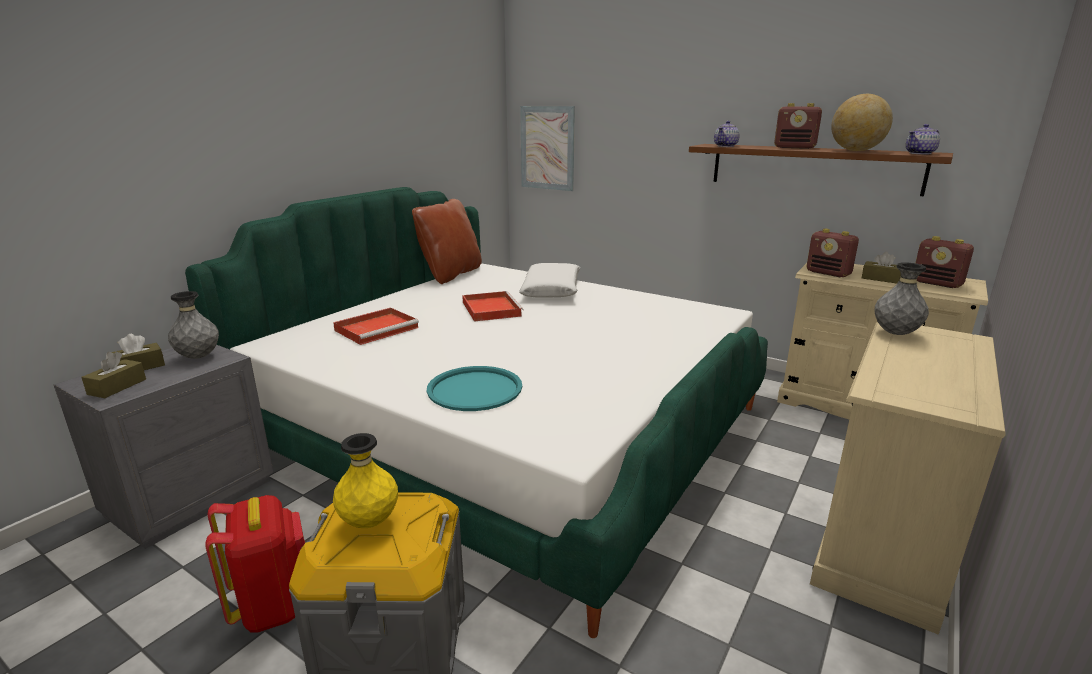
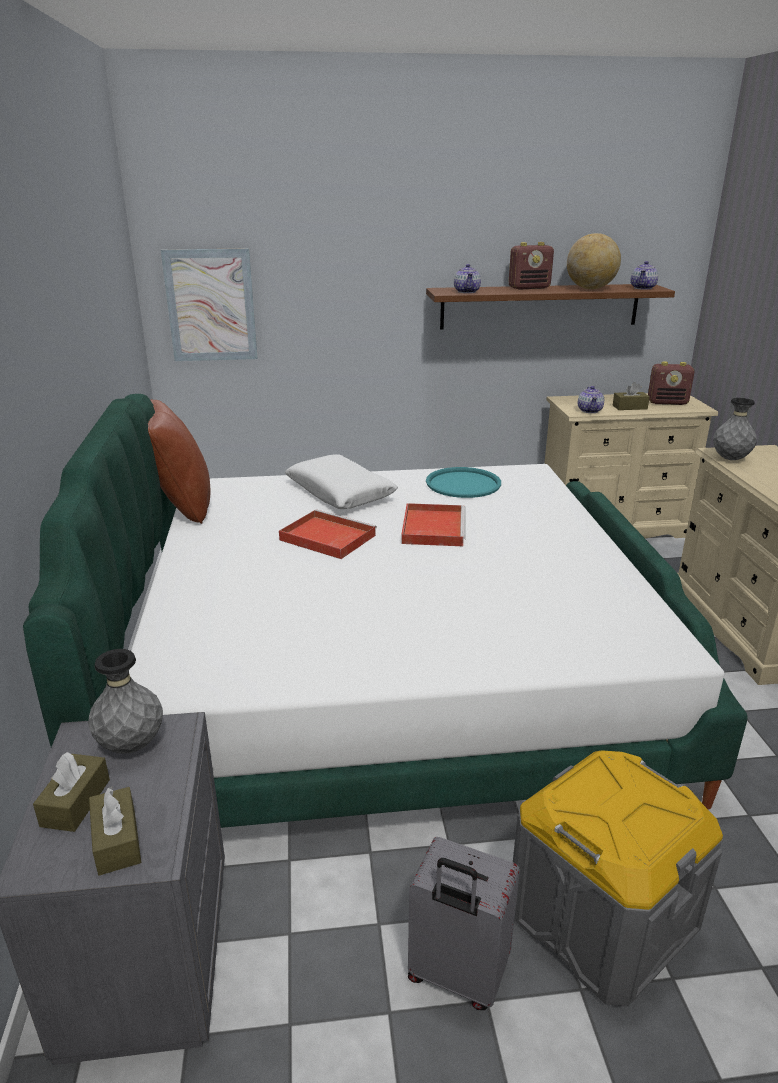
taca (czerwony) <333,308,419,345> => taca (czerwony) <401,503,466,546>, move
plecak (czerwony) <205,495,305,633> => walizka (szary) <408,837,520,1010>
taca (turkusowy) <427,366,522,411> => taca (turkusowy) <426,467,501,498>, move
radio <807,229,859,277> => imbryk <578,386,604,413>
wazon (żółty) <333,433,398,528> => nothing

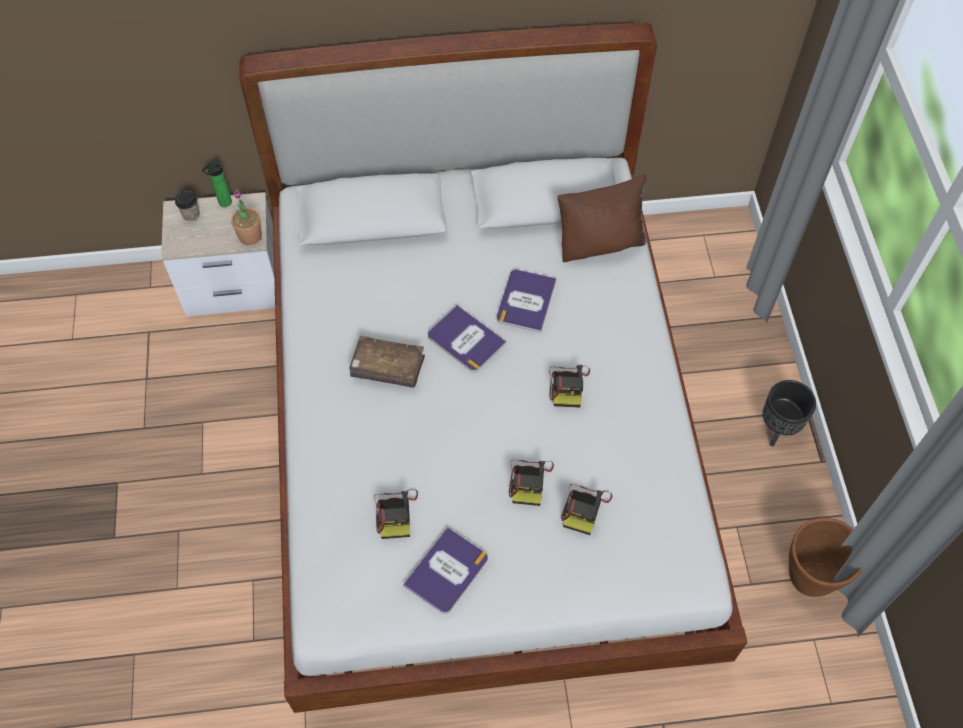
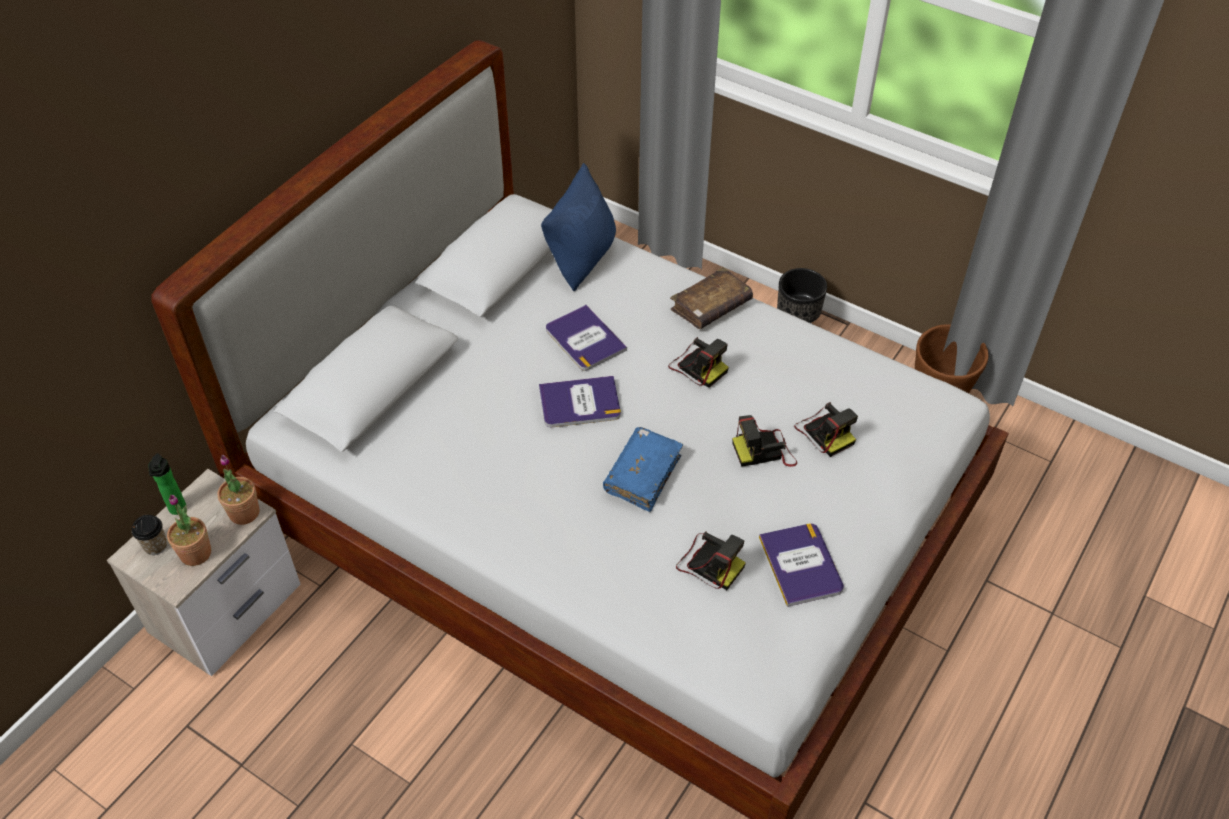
nothing => roślina doniczkowa <167,494,211,566>
poduszka (brązowy) <557,174,647,262> => poduszka (niebieski) <541,163,616,291>
nothing => książka (niebieski) <603,427,683,512>
książka (brązowy) <349,336,425,388> => książka (brązowy) <670,267,753,329>, move
aparat fotograficzny <509,460,554,506> => aparat fotograficzny <732,415,797,467>, 120 degrees clockwise

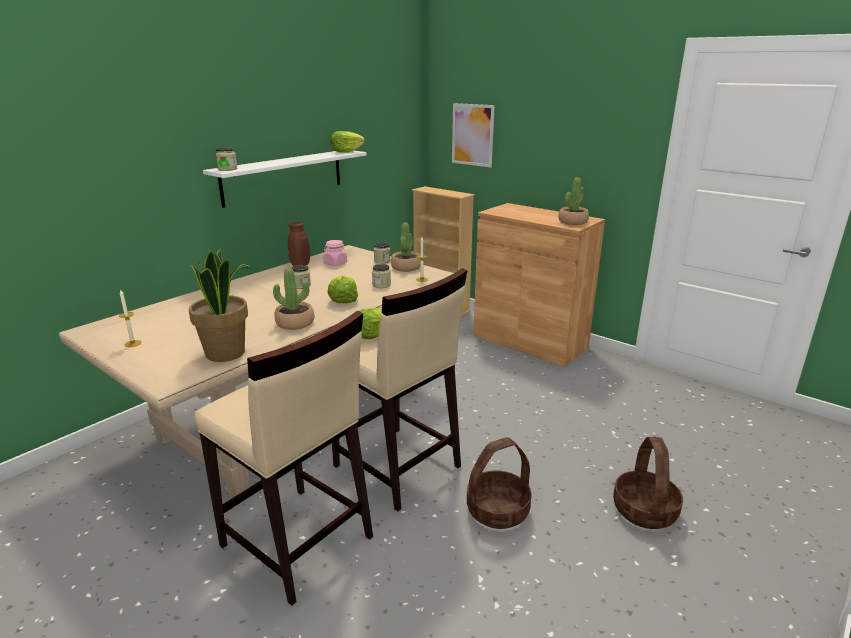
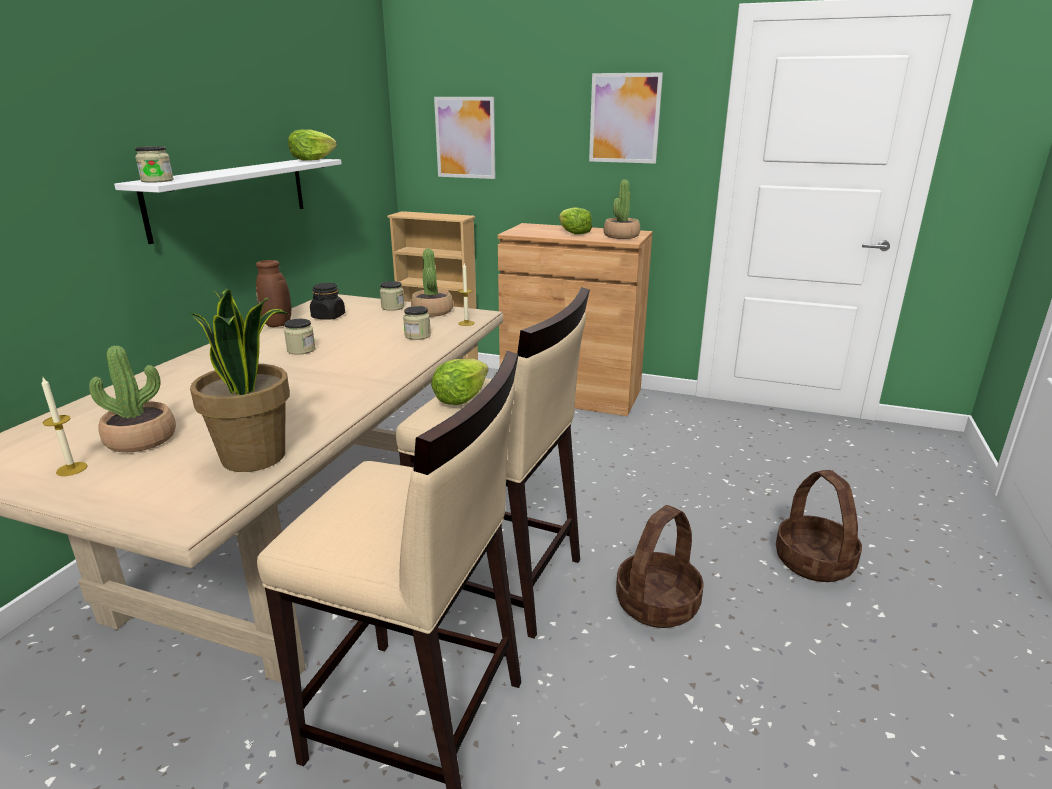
roślina doniczkowa <273,268,314,330> => roślina doniczkowa <89,346,176,452>, move
słoik (różowy) <323,240,347,266> => słoik (czarny) <310,283,345,320>
sałata <327,275,358,303> => sałata <559,207,592,235>, move
nothing => obraz <589,73,663,164>

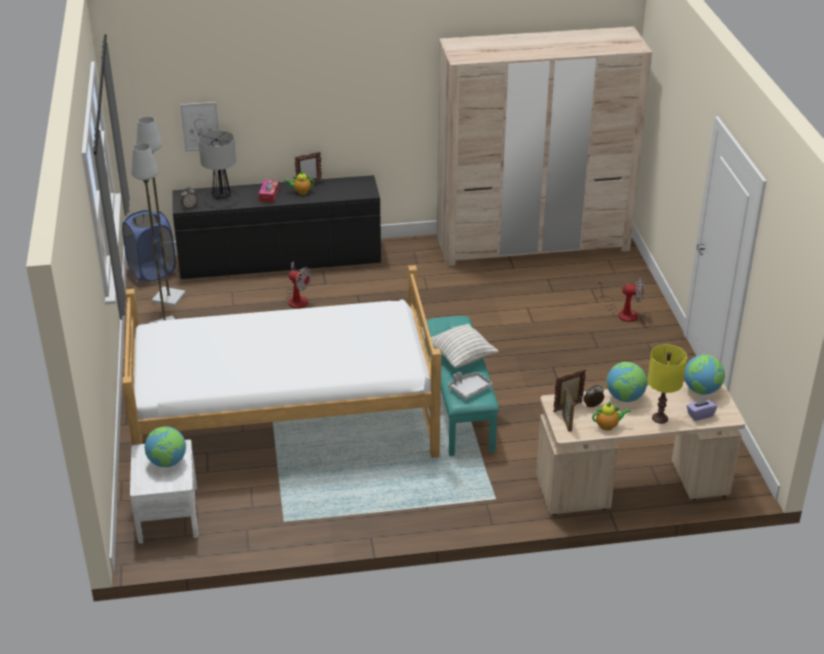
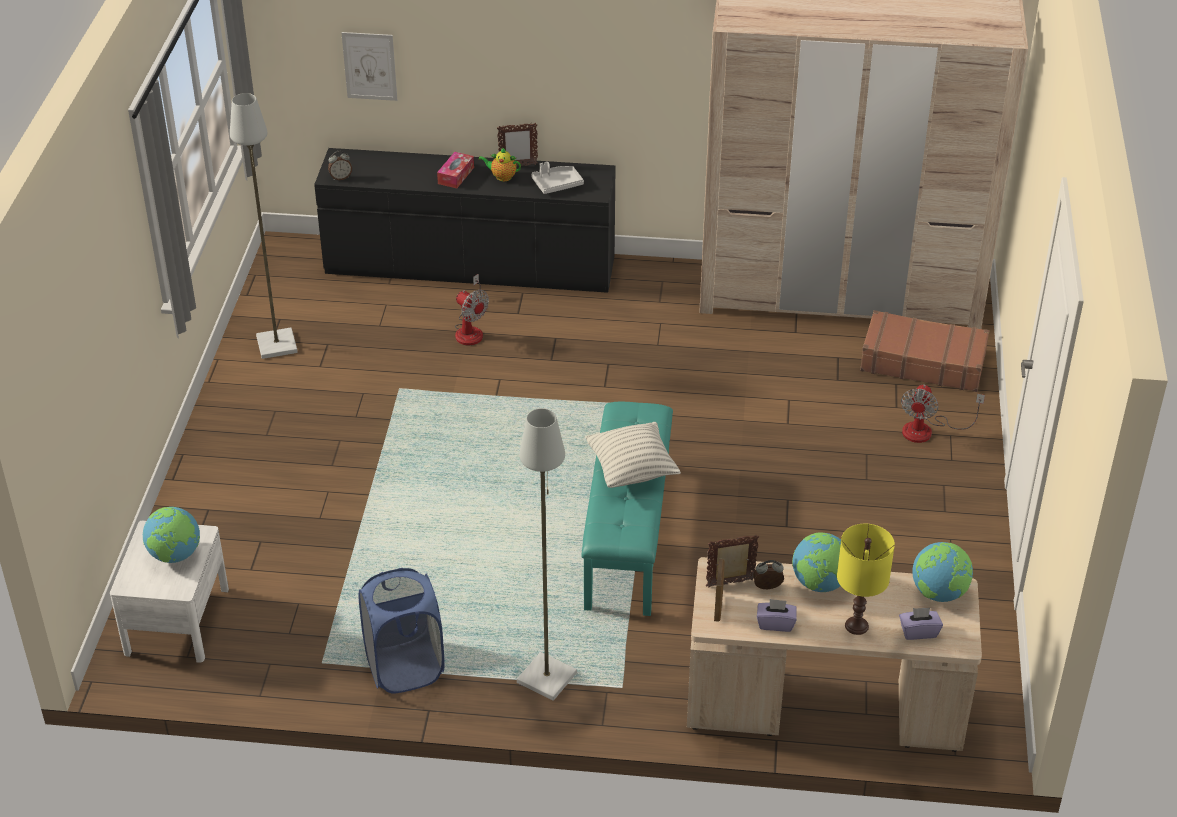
kosz na pranie (niebieski) <122,210,176,282> => kosz na pranie (niebieski) <359,568,445,694>, move
lampa stojąca (szary) <136,116,186,307> => lampa stojąca (szary) <517,408,577,701>, move
taca (szary) <448,372,492,400> => taca (szary) <531,162,584,194>, move
imbryk <592,402,631,431> => pudełko chusteczek (fioletowy) <757,599,797,632>
nothing => walizka (brązowy) <860,310,990,392>
wentylator <598,278,644,322> => wentylator <901,384,985,443>, 90 degrees clockwise
łóżko <122,265,441,458> => nothing
lampa stołowa <198,130,236,199> => nothing

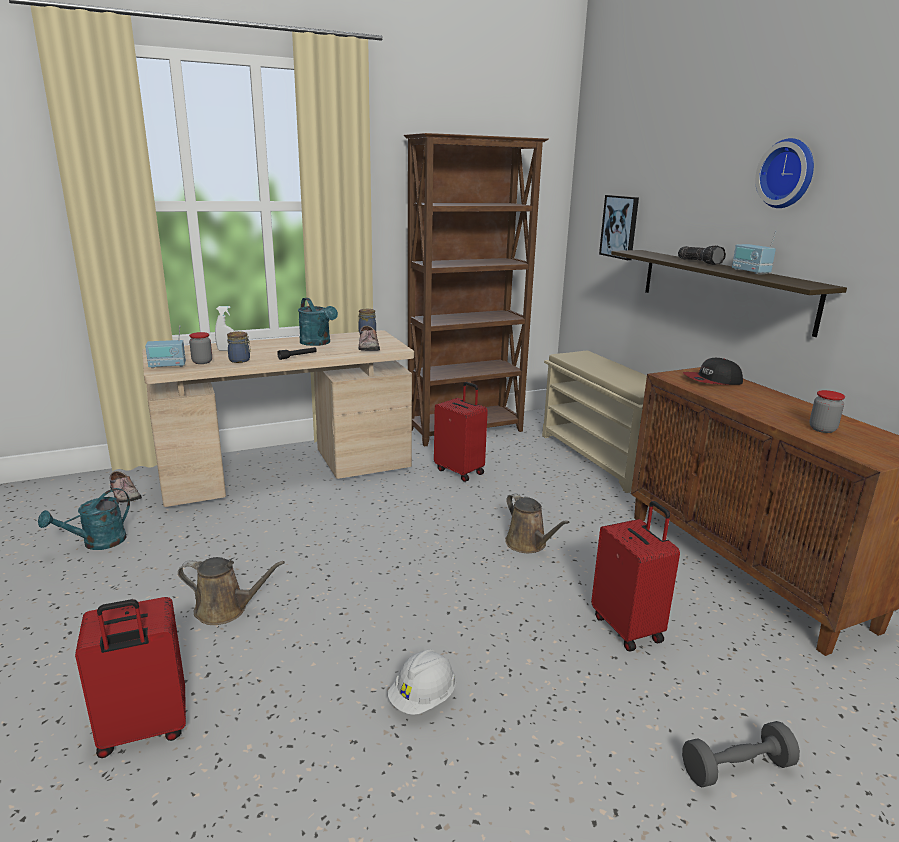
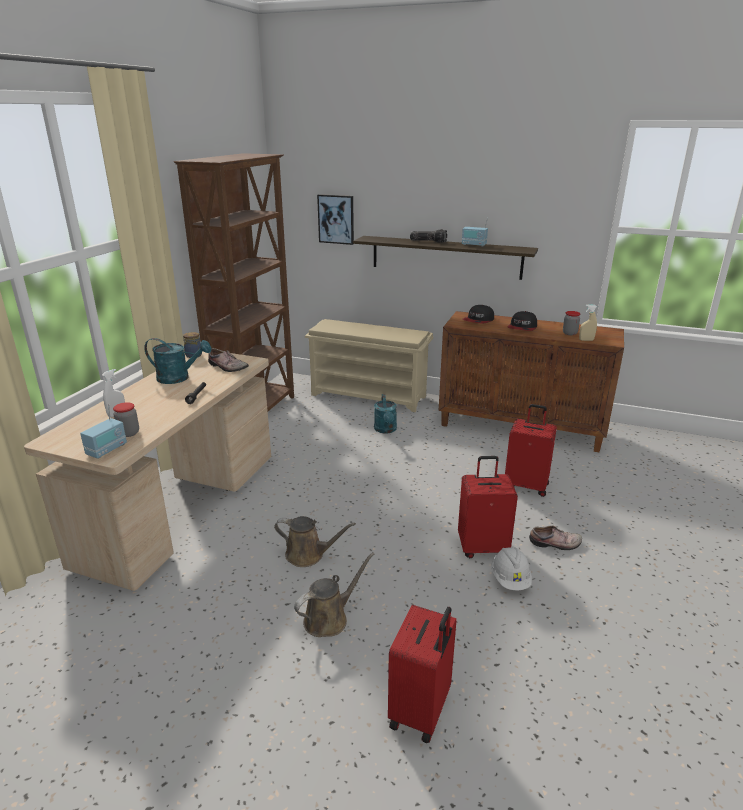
konewka (brązowy) <505,493,570,553> => konewka (brązowy) <274,516,356,567>, move
konewka (turkusowy) <38,488,130,550> => konewka (turkusowy) <374,394,397,434>, move
walizka (czerwony) <434,382,488,482> => walizka (czerwony) <458,456,518,558>, move
nothing => czapka z daszkiem <508,311,537,331>
but <110,471,142,503> => but <529,525,582,550>, move
nothing => spryskiwacz (beżowy) <579,305,597,341>
słoik <227,331,251,363> => nothing
hantel (szary) <682,721,800,787> => nothing
zegar ścienny <755,138,814,208> => nothing

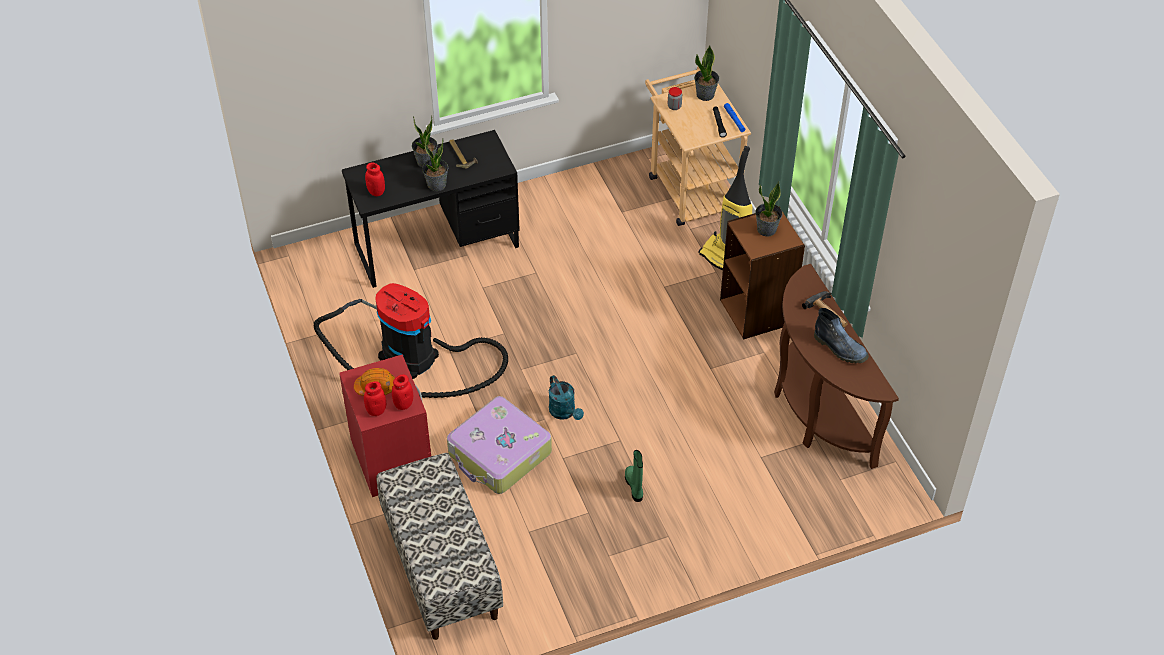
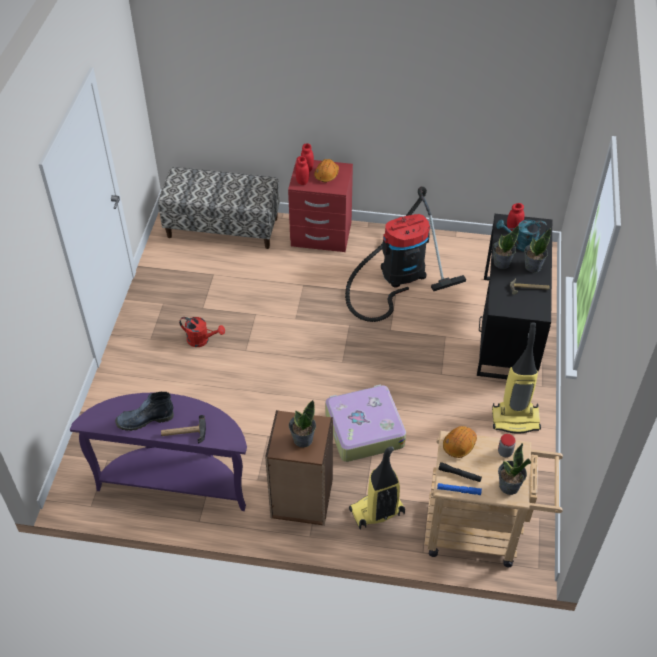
stolik konsolowy (brązowy) <774,264,899,469> => stolik konsolowy (fioletowy) <70,393,247,511>
but z cholewką (zielony) <625,450,643,502> => konewka (czerwony) <179,317,225,347>
walizka <447,396,552,494> => walizka <325,384,406,462>, move
nothing => kask (pomarańczowy) <443,426,477,458>
nothing => odkurzacz <492,323,541,434>
konewka (turkusowy) <549,375,584,420> => konewka (turkusowy) <496,219,547,252>, move

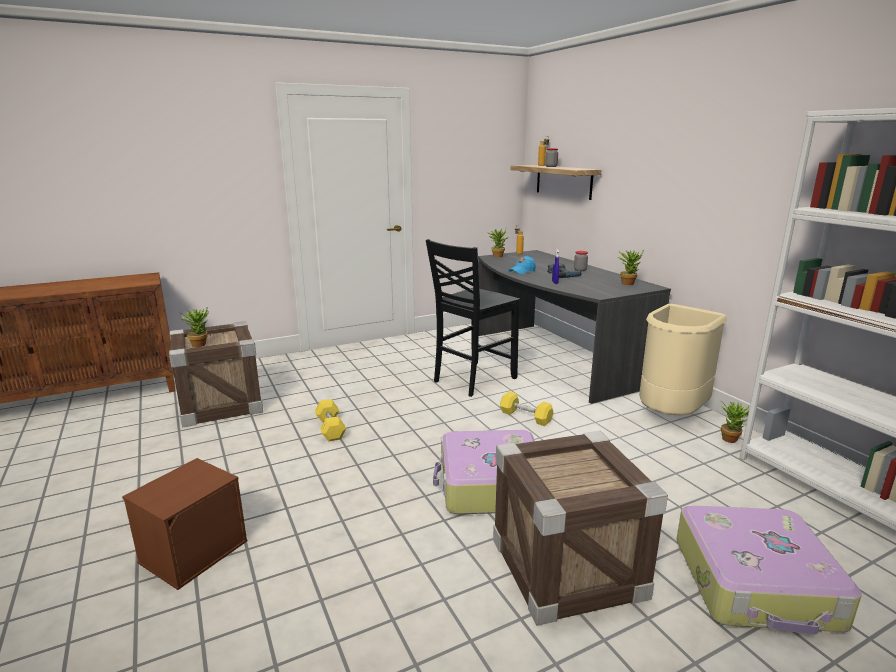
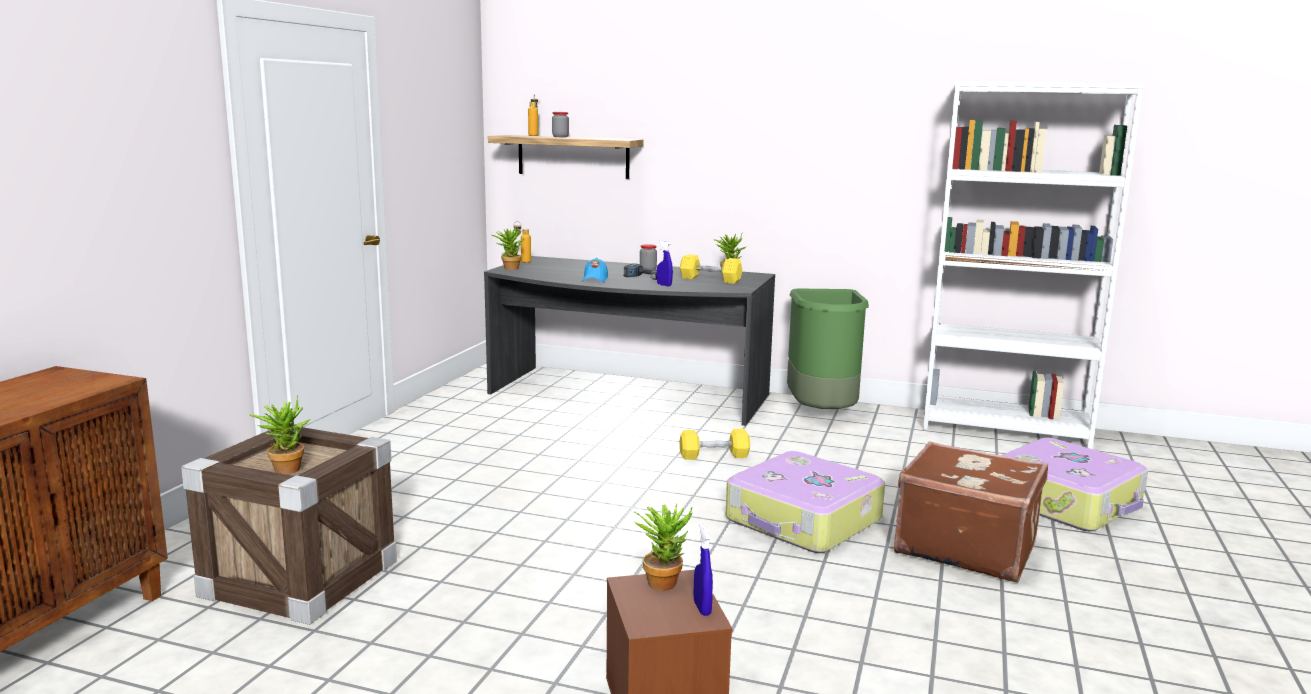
roślina doniczkowa <721,401,749,443> => roślina doniczkowa <634,504,692,591>, move
hantel (żółty) <315,399,346,441> => hantel (żółty) <680,254,742,284>, move
nothing => spryskiwacz (niebieski) <694,524,713,616>
kosz na śmieci (beżowy) <639,304,727,416> => kosz na śmieci (zielony) <787,289,869,409>
skrzynka <493,431,668,626> => walizka (brązowy) <894,441,1048,582>
krzesło (czarny) <426,239,520,397> => nothing

